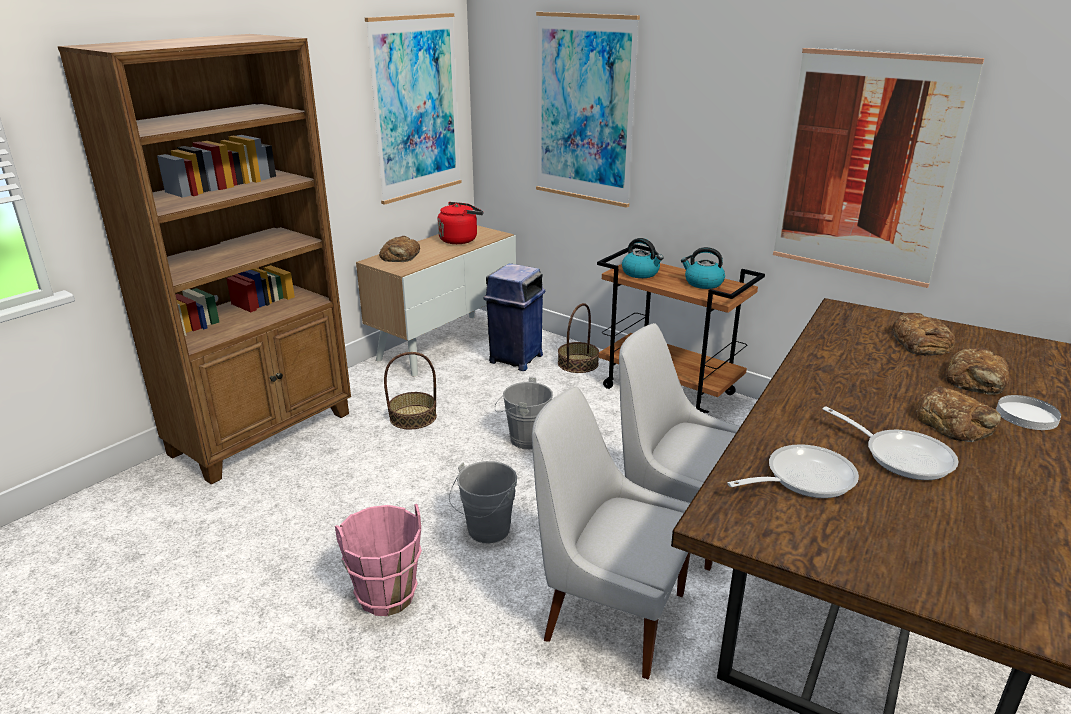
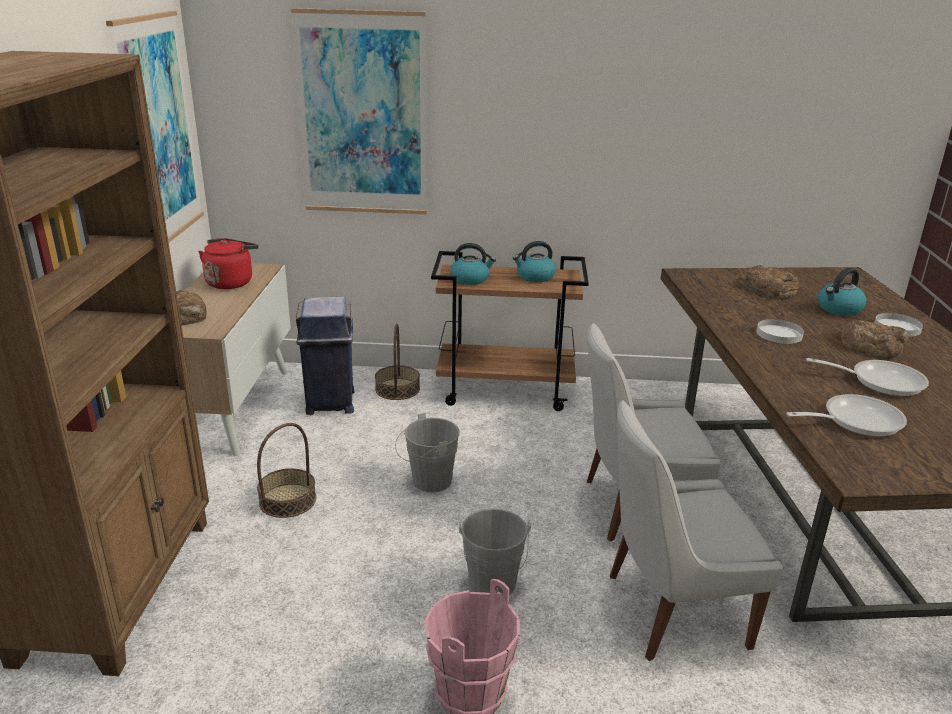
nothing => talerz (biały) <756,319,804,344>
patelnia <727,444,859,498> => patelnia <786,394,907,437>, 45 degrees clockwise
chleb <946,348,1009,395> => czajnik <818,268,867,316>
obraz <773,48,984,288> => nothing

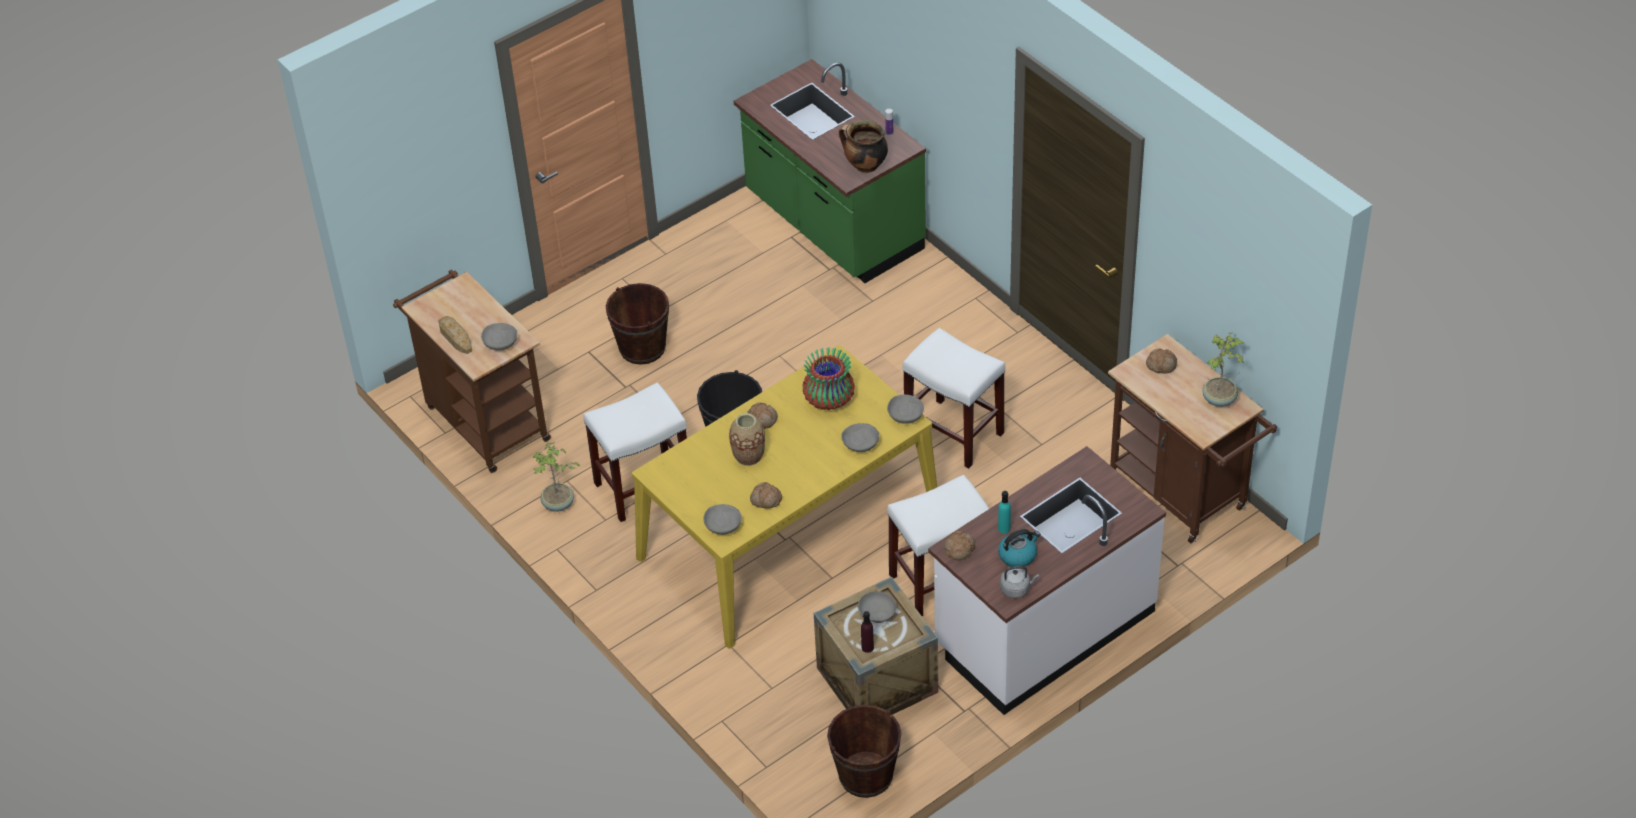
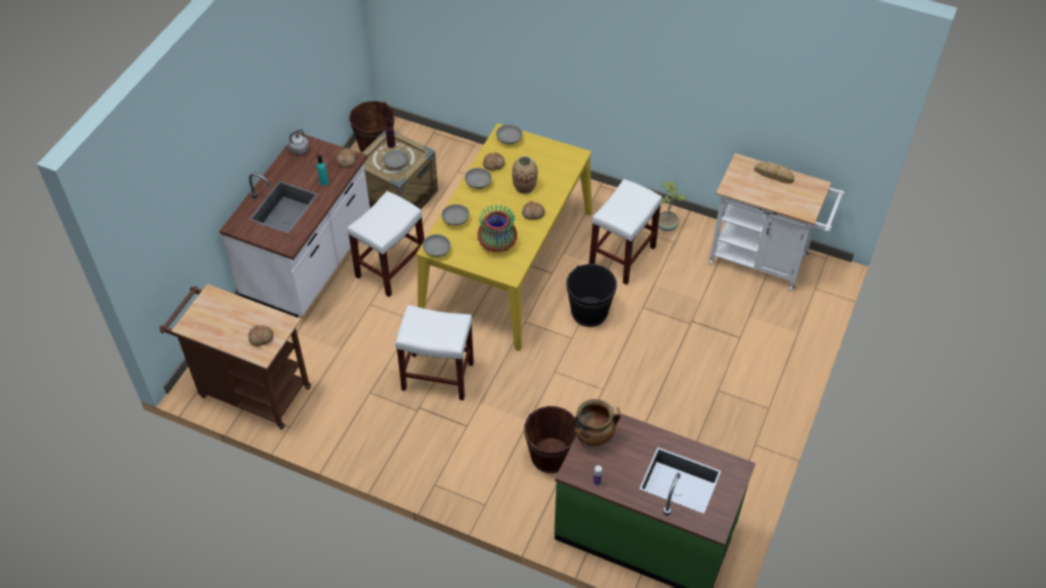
miska (szary) <481,323,517,351> => miska (szary) <465,168,492,189>, move
wiadro (brązowy) <606,283,669,365> => wiadro (brązowy) <524,406,576,473>, move
wózek (brązowy) <393,269,551,473> => wózek (biały) <709,153,845,291>
czajnik <998,529,1040,567> => nothing
roślina doniczkowa <1202,332,1244,407> => nothing

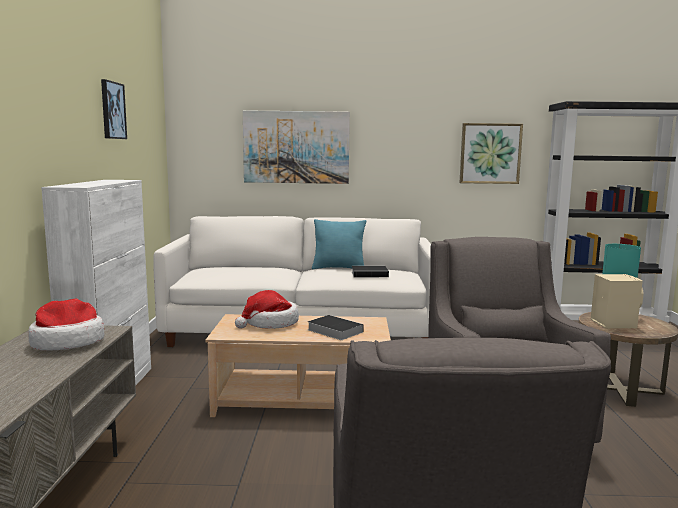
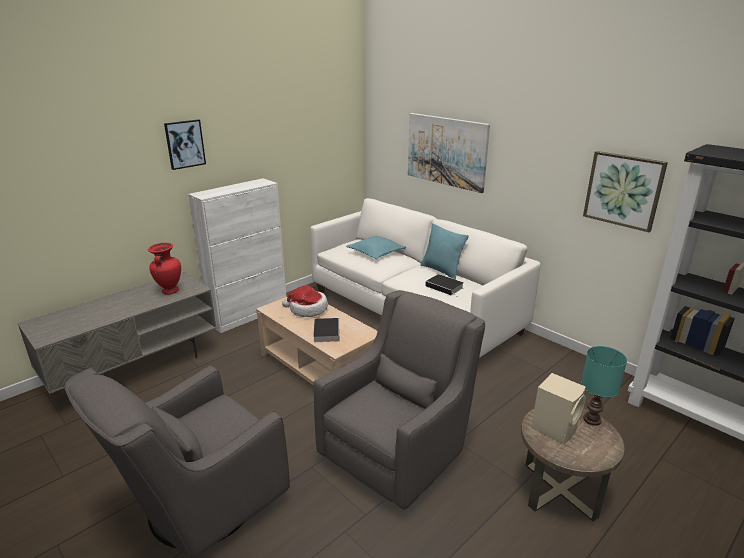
kapelusz <28,298,105,351> => wazon (czerwony) <148,243,181,295>
obraz <101,79,127,139> => obraz <164,119,206,170>, move
nothing => poduszka (turkusowy) <346,236,406,259>

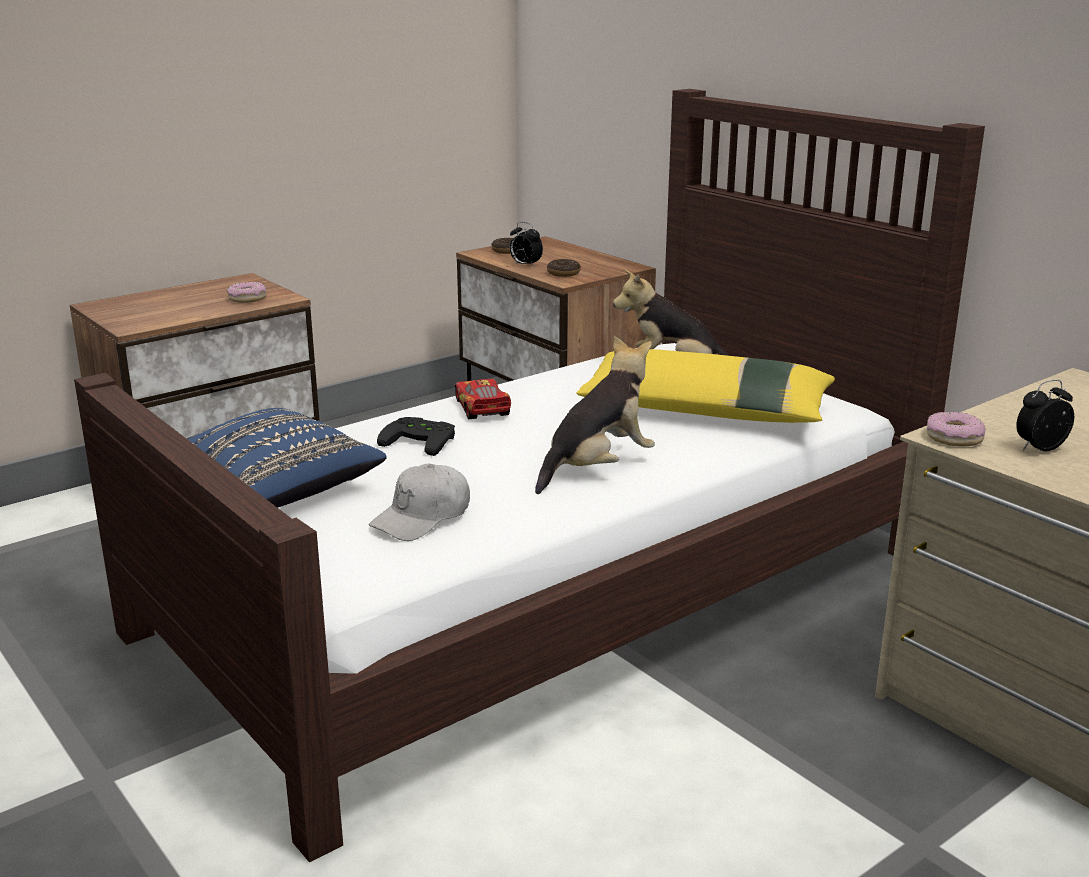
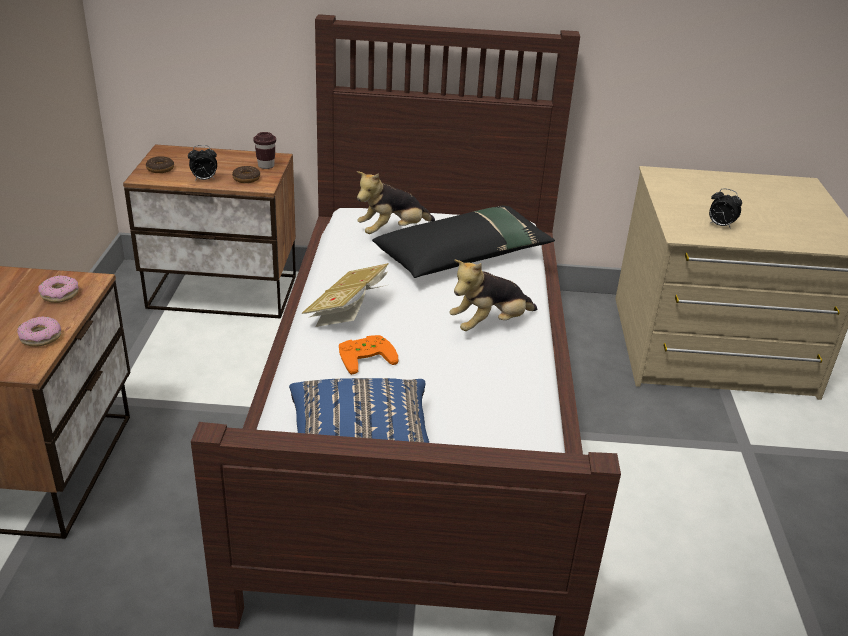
donut <927,412,985,446> => donut <17,316,61,347>, move
nothing => filiżanka (brązowy) <253,132,276,169>
samochodzik <455,379,511,419> => książka <302,263,389,327>
pad do gier (czarny) <377,417,455,456> => pad do gier (pomarańczowy) <339,335,399,375>
poduszka (żółty) <576,349,835,423> => poduszka (czarny) <372,206,555,278>
pluszak <535,336,655,494> => pluszak <450,260,537,331>, 120 degrees counterclockwise
budzik <1016,380,1074,451> => budzik <709,188,742,229>, 75 degrees counterclockwise
czapka z daszkiem (biały) <369,463,470,541> => nothing

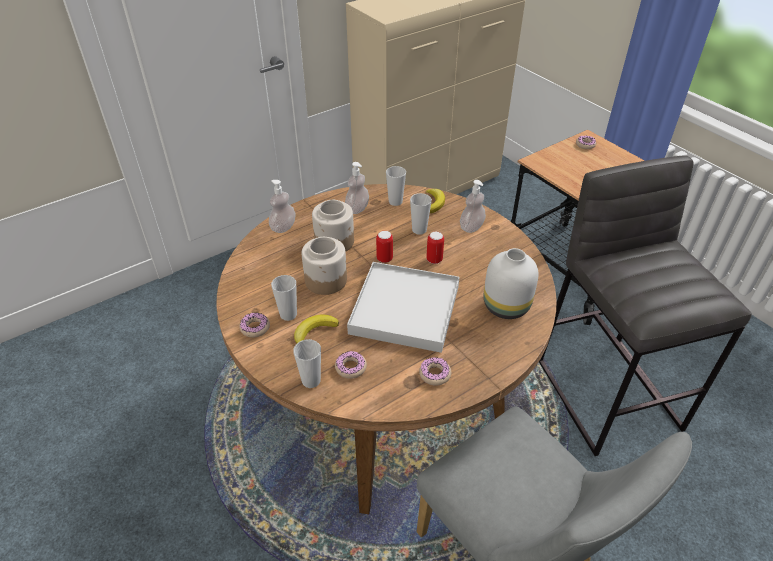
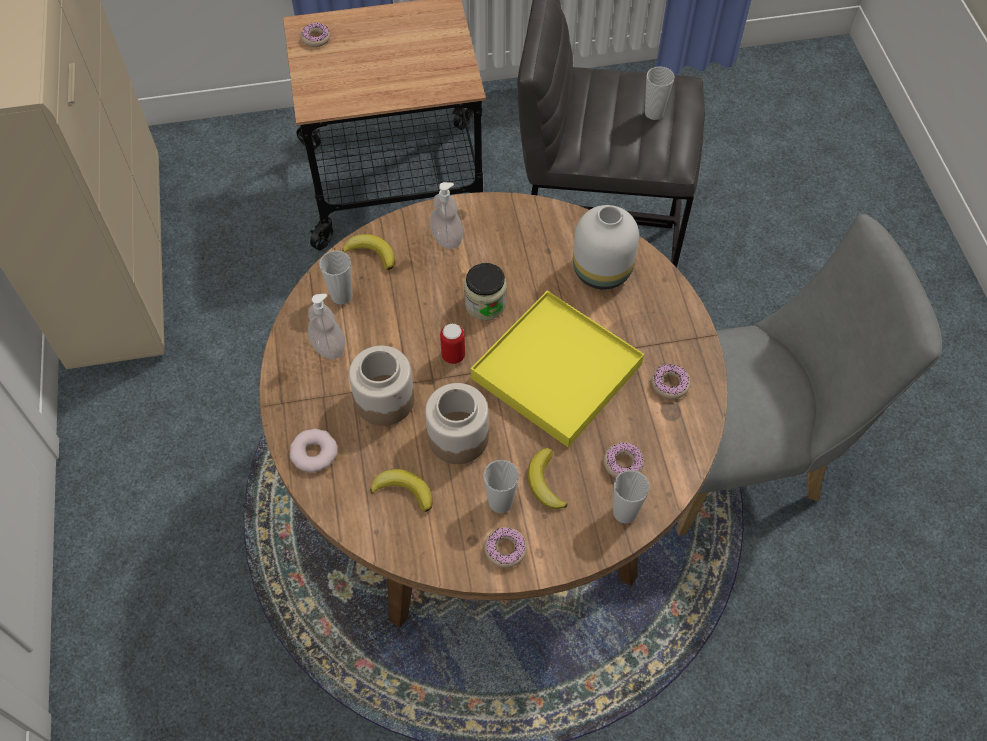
dozownik mydła <269,180,296,233> => donut <290,429,338,472>
nothing => banan <370,469,433,512>
puszka <426,232,444,264> => słoik <464,263,507,320>
taca (biały) <347,262,459,353> => taca (żółty) <471,291,644,447>
filiżanka <410,193,432,235> => filiżanka <645,66,675,120>, move

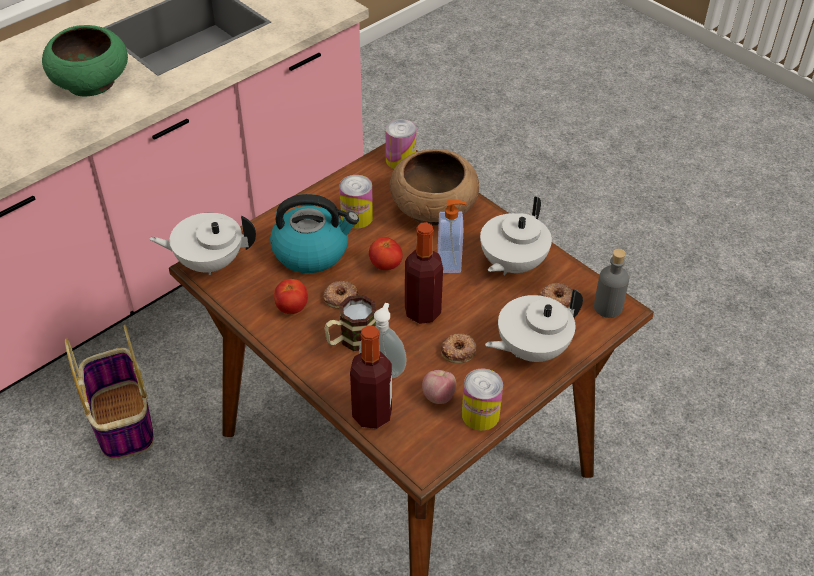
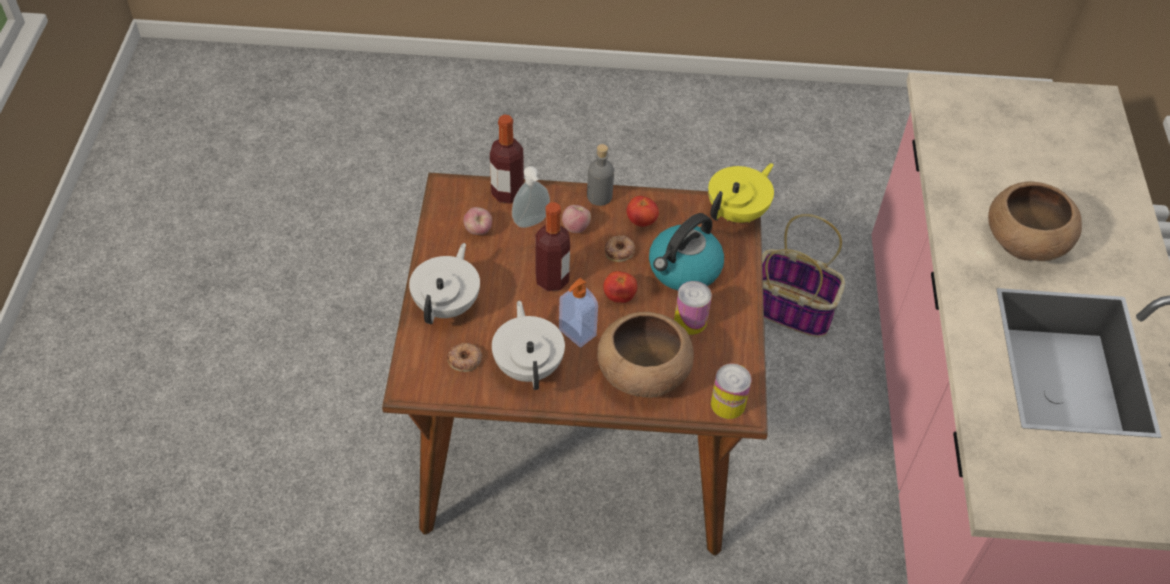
kubek <324,295,376,351> => jabłko <562,205,591,233>
butelka (szary) <594,249,629,318> => butelka (szary) <587,144,614,206>, move
imbryk (biały) <149,213,256,275> => imbryk (żółty) <708,163,774,223>
miska (zielony) <42,25,128,97> => miska (brązowy) <988,182,1082,261>
donut <441,333,476,363> => nothing
puszka <462,369,503,431> => nothing

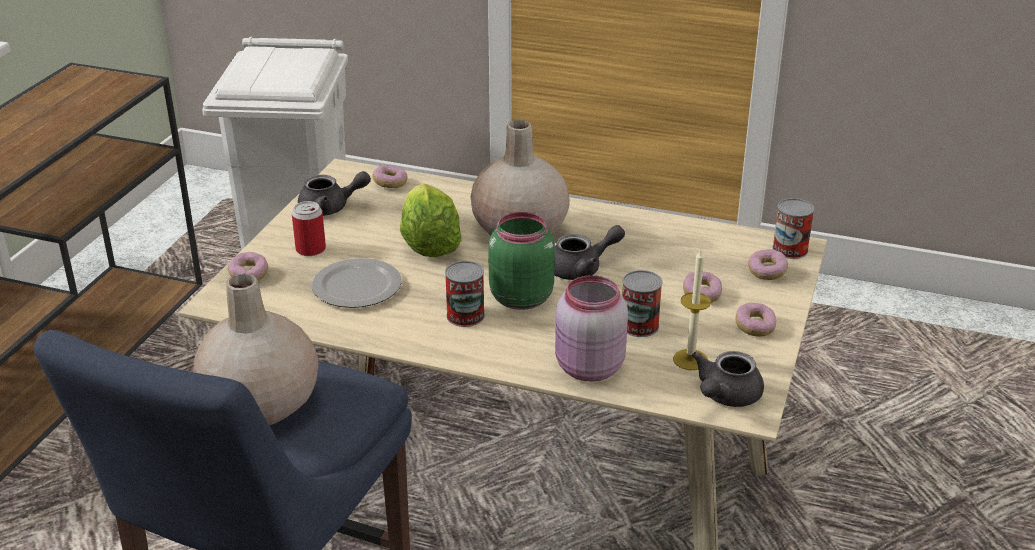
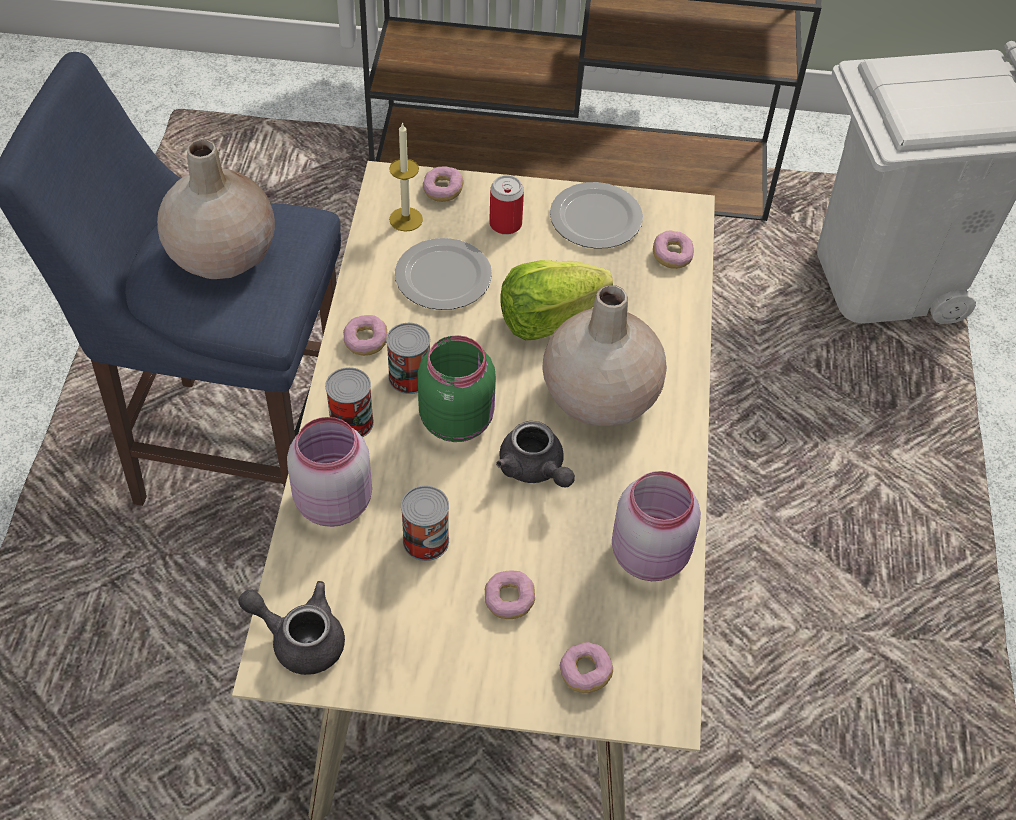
puszka <772,198,814,259> => puszka <325,367,374,437>, move
donut <735,302,776,337> => donut <343,315,388,356>, move
świeca <673,250,711,370> => świeca <389,122,423,232>, move
imbryk (szary) <298,171,371,216> => talerz <550,182,643,249>
nothing => słoik (różowy) <612,471,701,581>

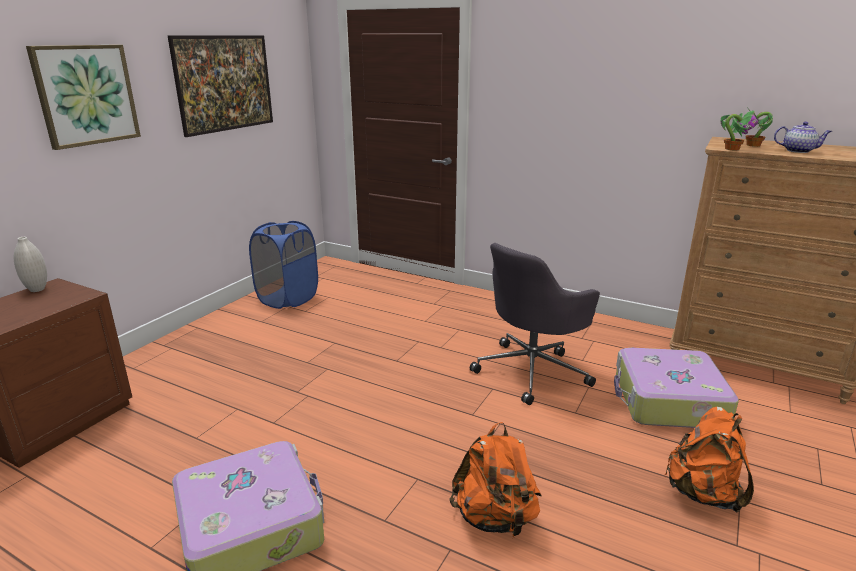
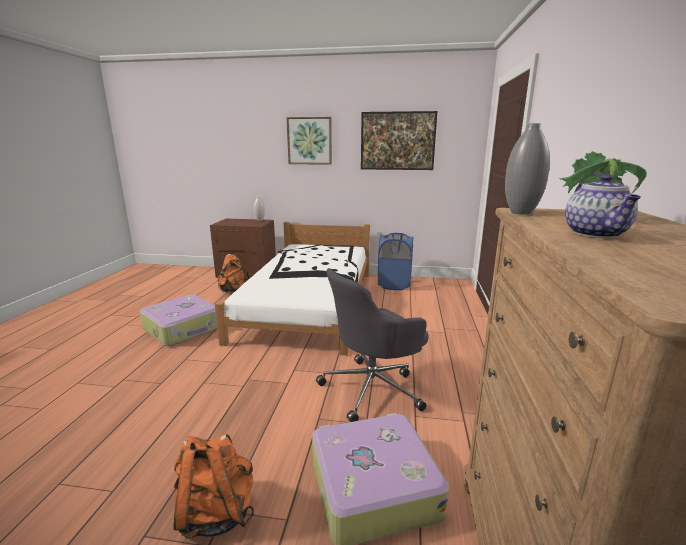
nothing => łóżko (biały) <215,222,370,355>
plecak (pomarańczowy) <449,422,542,539> => plecak (pomarańczowy) <218,252,250,293>, move
krzesło biurowe (szary) <470,243,600,405> => krzesło biurowe (szary) <316,268,429,422>, 60 degrees counterclockwise
roślina doniczkowa <721,111,755,150> => wazon (szary) <505,123,550,214>

